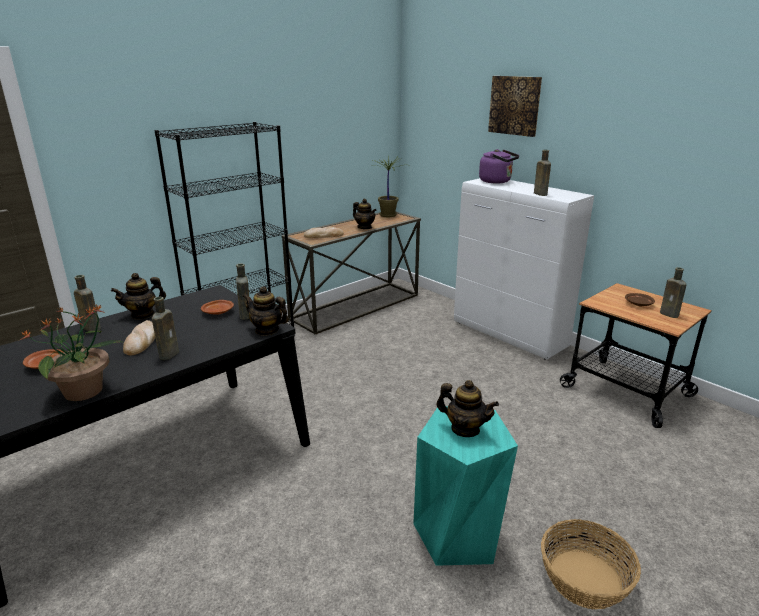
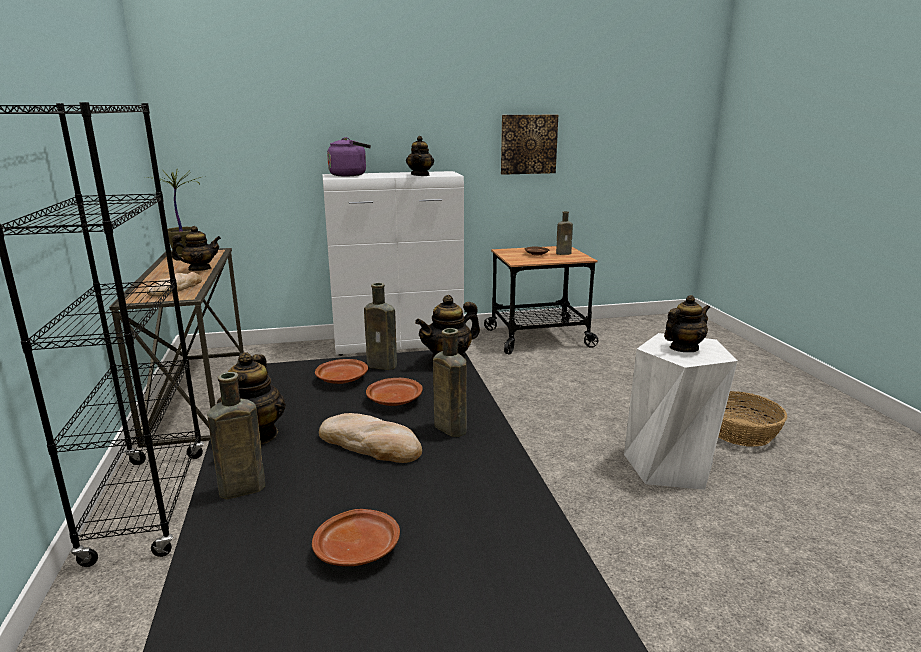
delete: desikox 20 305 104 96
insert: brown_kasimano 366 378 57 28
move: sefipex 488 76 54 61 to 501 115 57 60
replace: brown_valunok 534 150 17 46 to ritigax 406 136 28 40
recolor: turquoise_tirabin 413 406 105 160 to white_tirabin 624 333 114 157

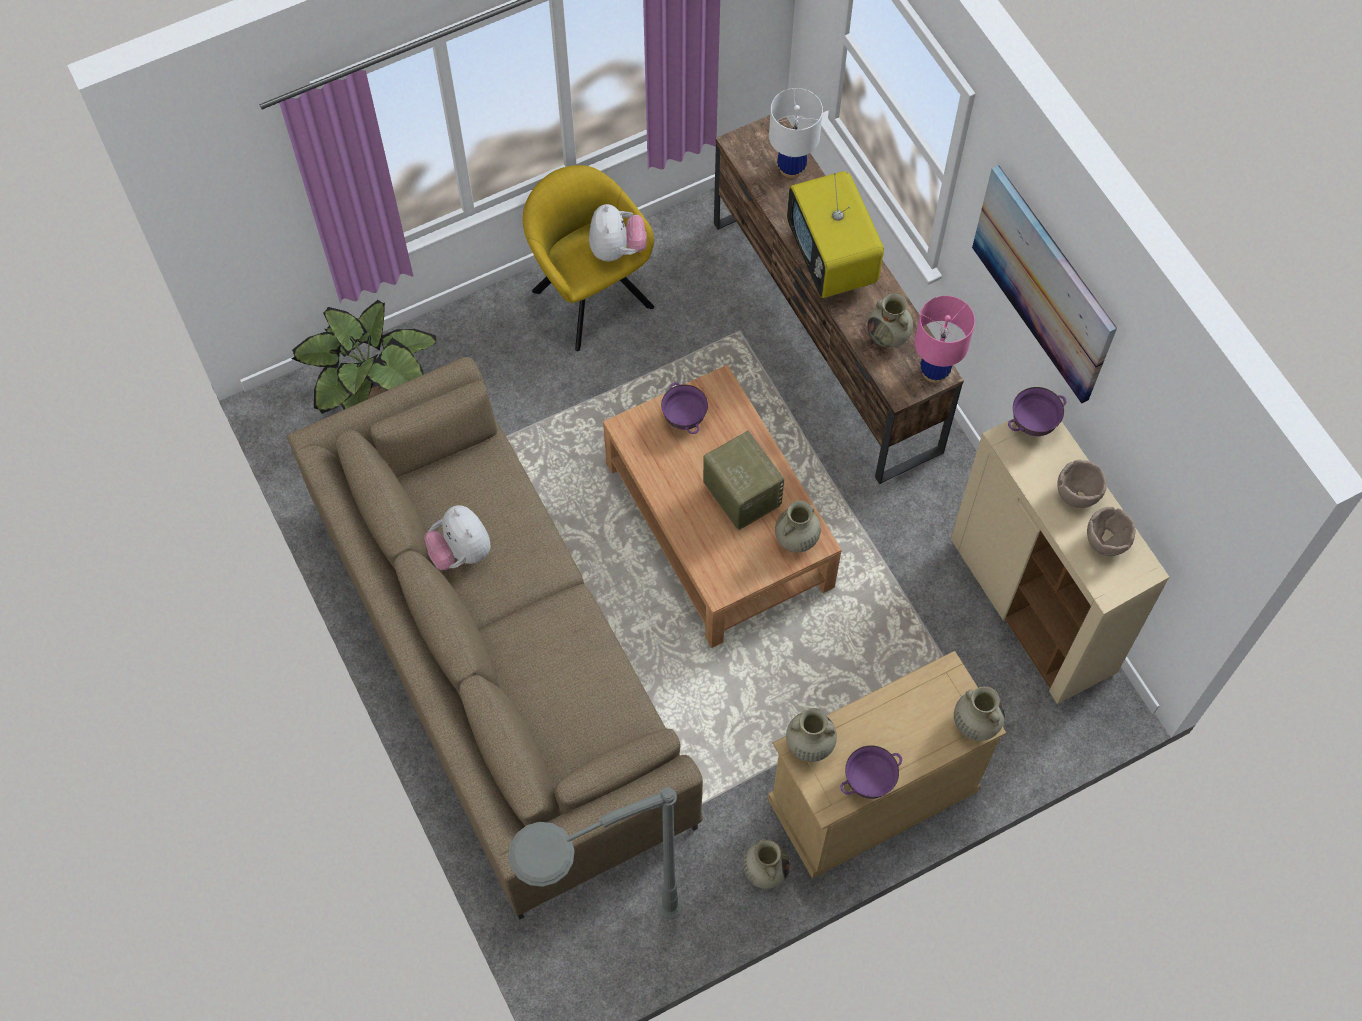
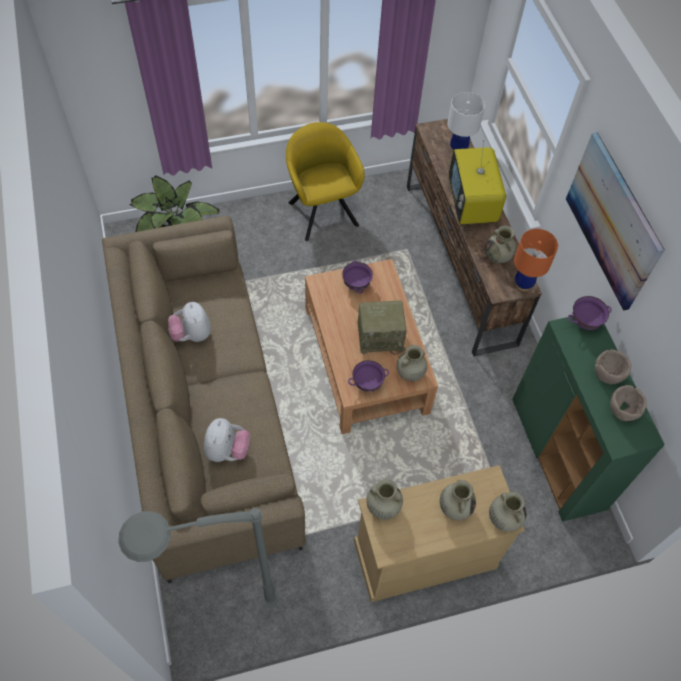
move: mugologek 589 204 58 57 to 204 418 46 44; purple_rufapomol 840 745 62 54 to 348 360 41 32; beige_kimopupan 743 839 47 50 to 440 480 36 40
recolor: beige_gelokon 950 418 219 286 to green_gelokon 512 316 153 206; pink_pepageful 915 296 60 87 to orange_pepageful 514 229 44 62
rotate: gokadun 703 431 81 99 = 358 300 49 55 105 degrees clockwise

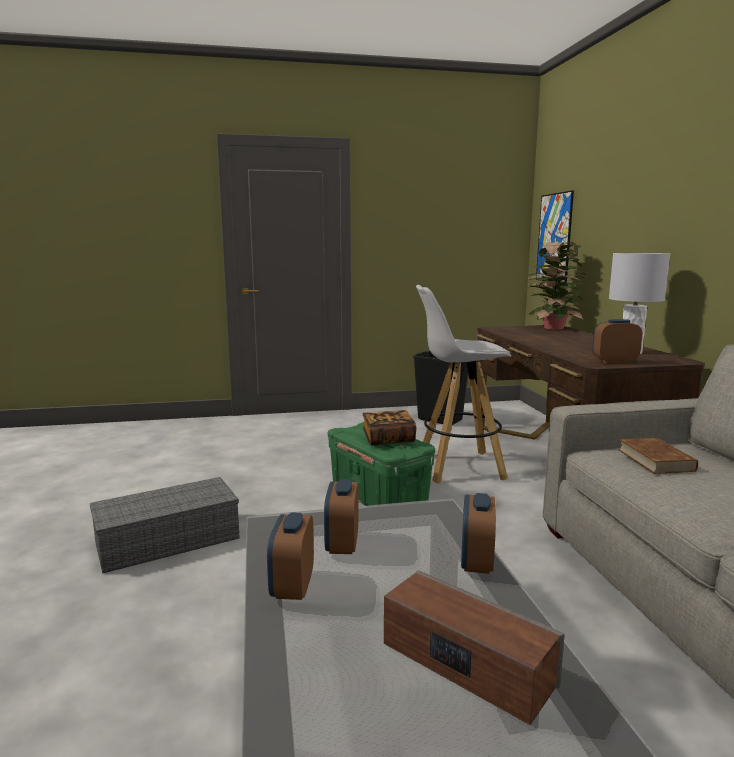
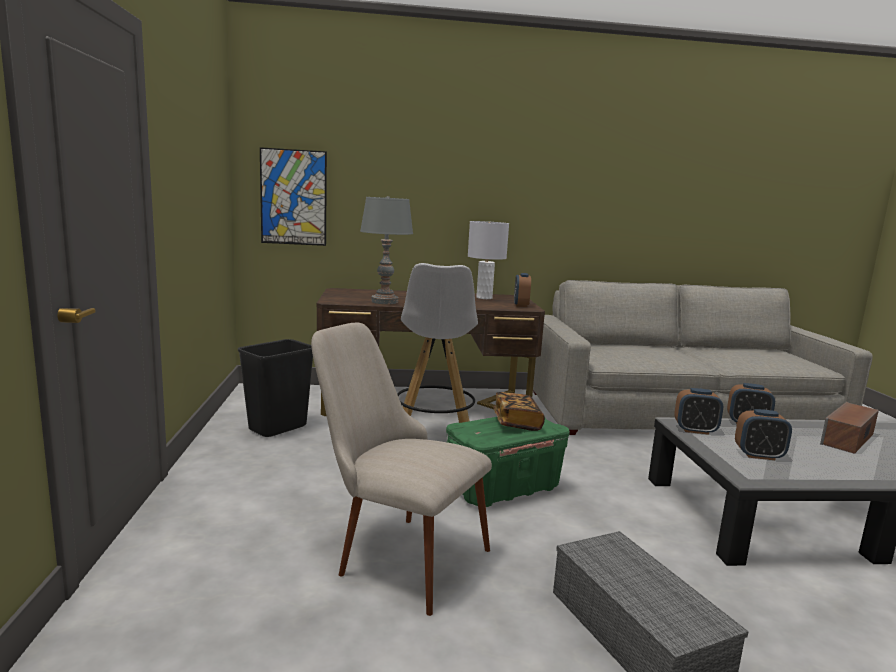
delete: desikox 526 242 61 88; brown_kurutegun 618 438 80 36
insert: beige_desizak 311 323 181 293; grey_pepageful 360 196 53 108
move: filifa 267 513 47 87 to 674 388 49 47

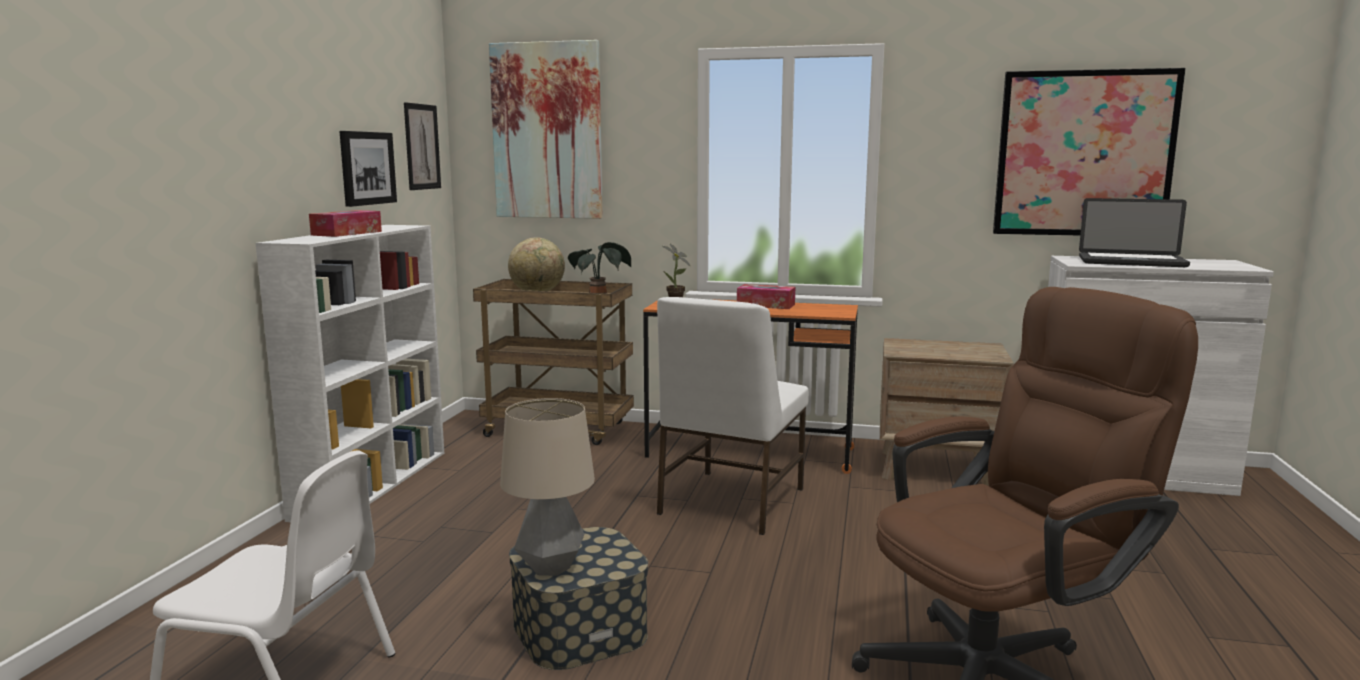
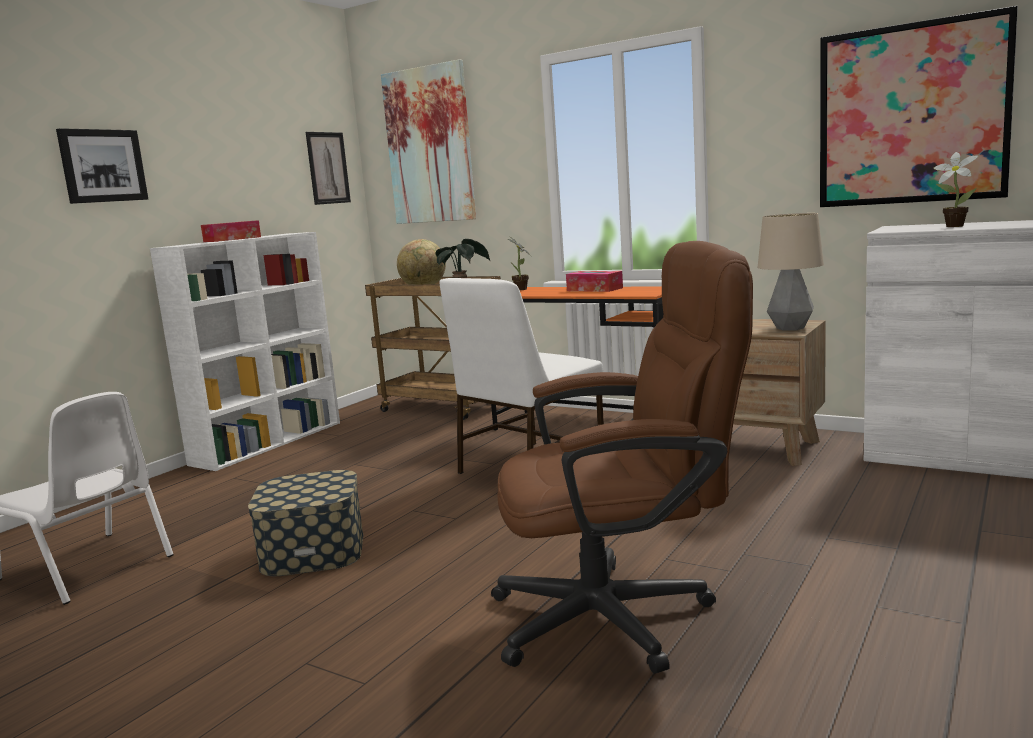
move: sefipex 339 131 58 76 to 56 128 92 76; pepageful 500 398 95 178 to 757 213 67 118
replace: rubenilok 1079 198 111 69 to desikox 934 152 44 75

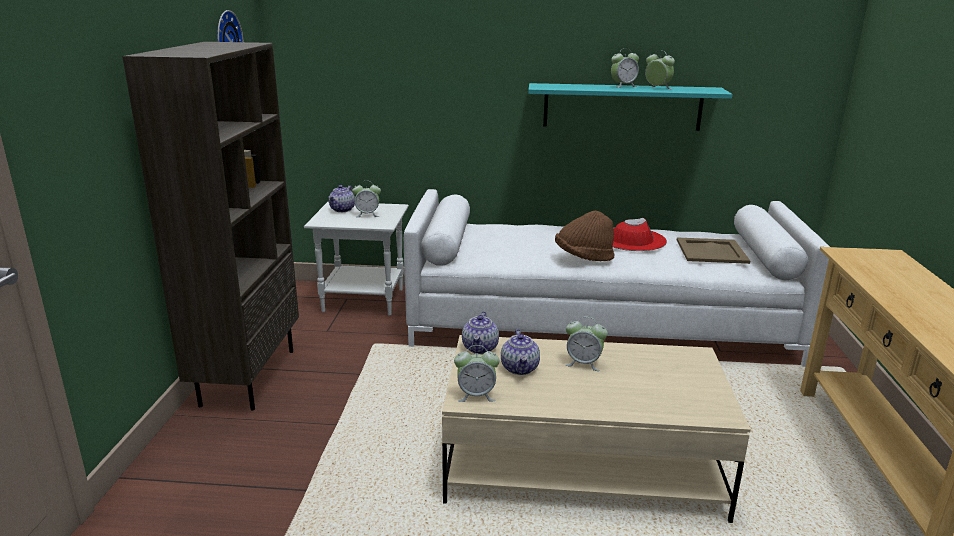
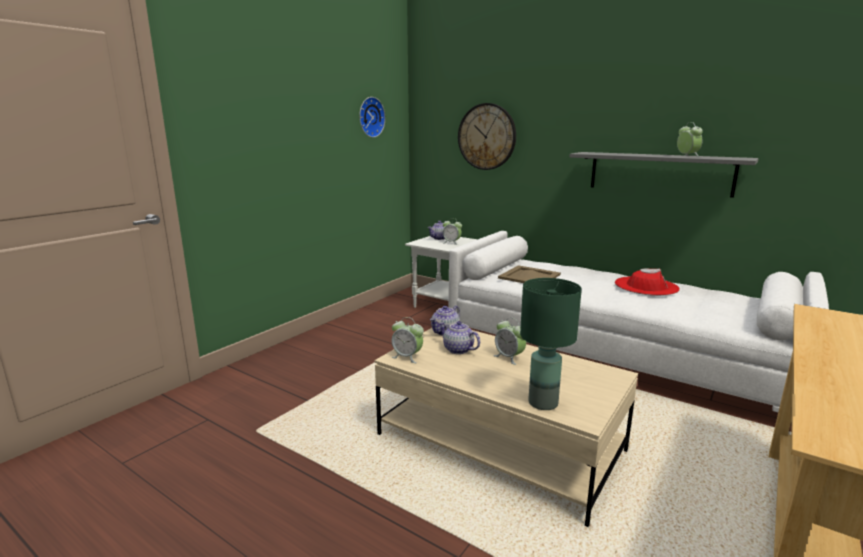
delete: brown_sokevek 122 42 177 368; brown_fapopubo 555 211 60 50; filifa 611 48 28 40
insert: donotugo 458 103 58 67; green_pepageful 520 278 62 132
move: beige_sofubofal 677 237 73 27 to 498 265 63 18
recolor: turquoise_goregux 528 83 205 48 to grey_goregux 569 152 190 46
rotate: ritigax 501 329 39 46 = 439 321 41 33 105 degrees clockwise

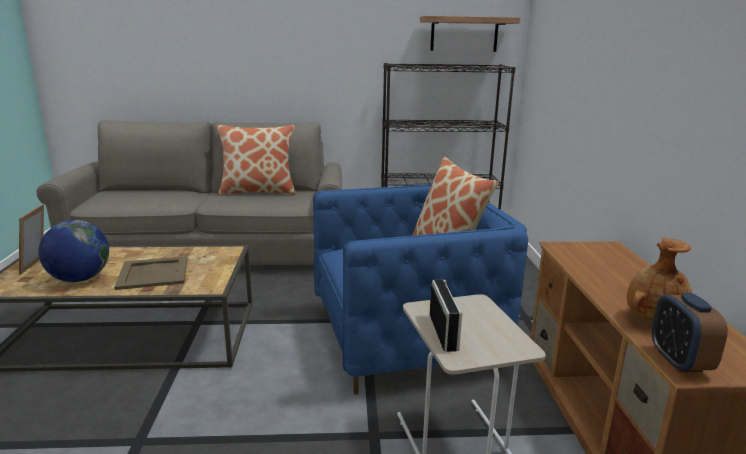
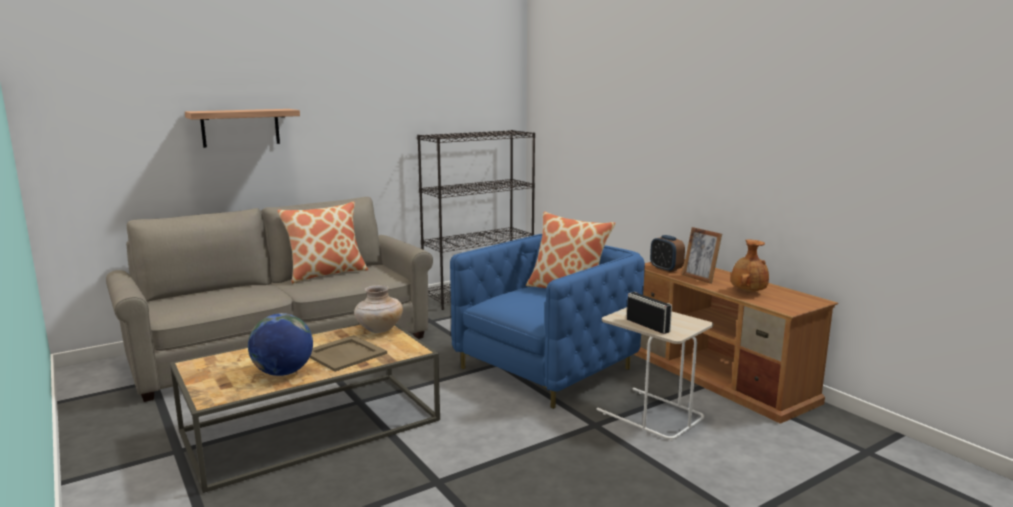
insert: beige_kimopupan 354 285 49 48
move: goregux 420 16 100 36 to 185 109 115 39; filifa 652 293 76 79 to 650 235 35 37; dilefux 19 204 25 71 to 682 227 40 57

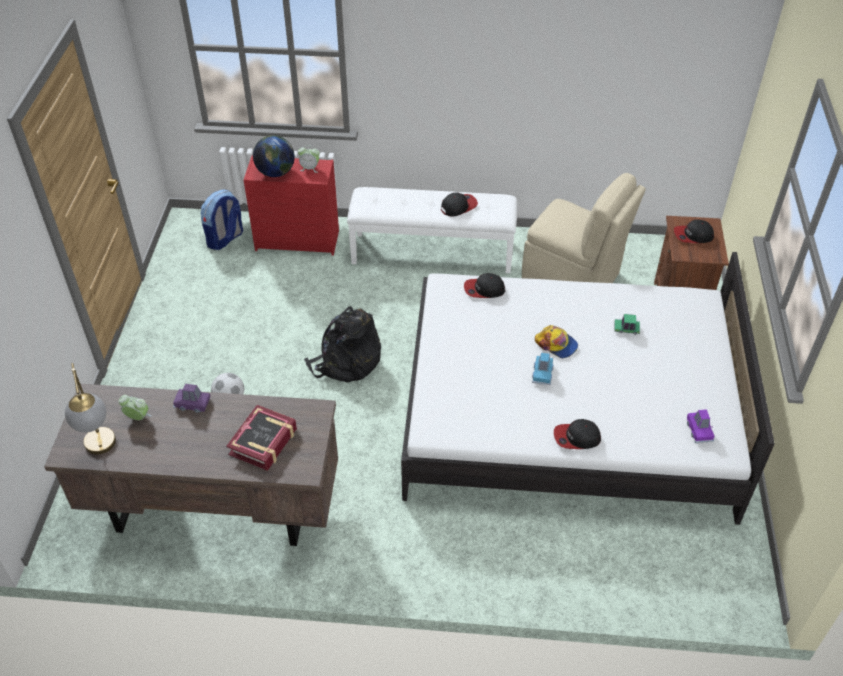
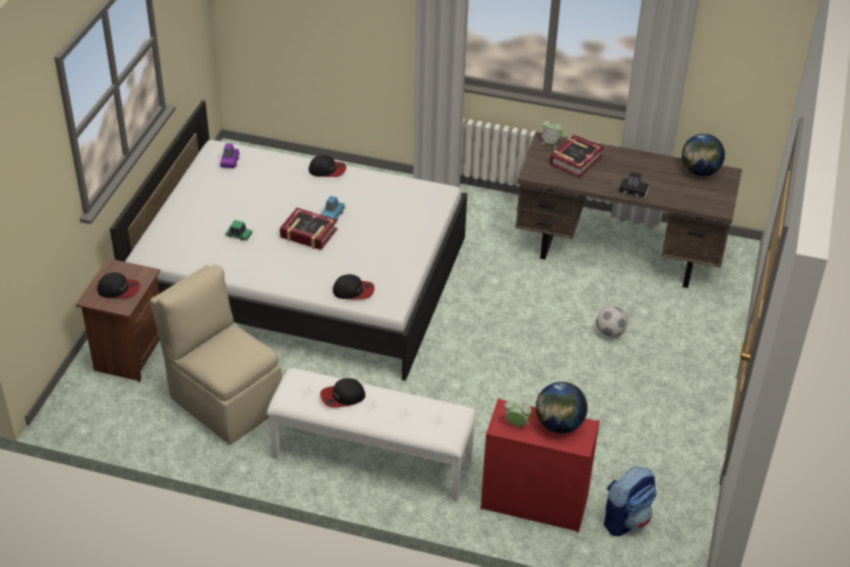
delete: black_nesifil 304 306 77 77
move: filifa 118 395 34 25 to 541 119 22 30
replace: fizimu 535 325 43 33 to kurutegun 280 208 58 42; pepageful 65 363 51 92 to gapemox 682 134 43 42
recolor: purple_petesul 173 384 37 29 to black_petesul 619 172 30 26

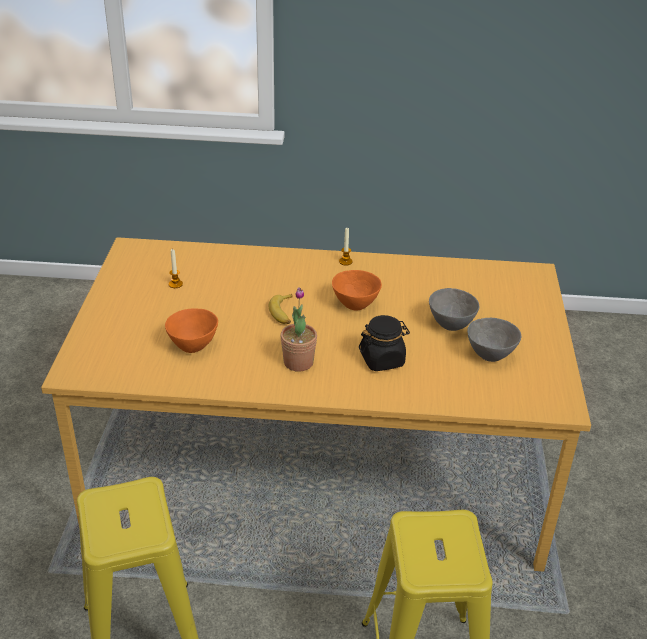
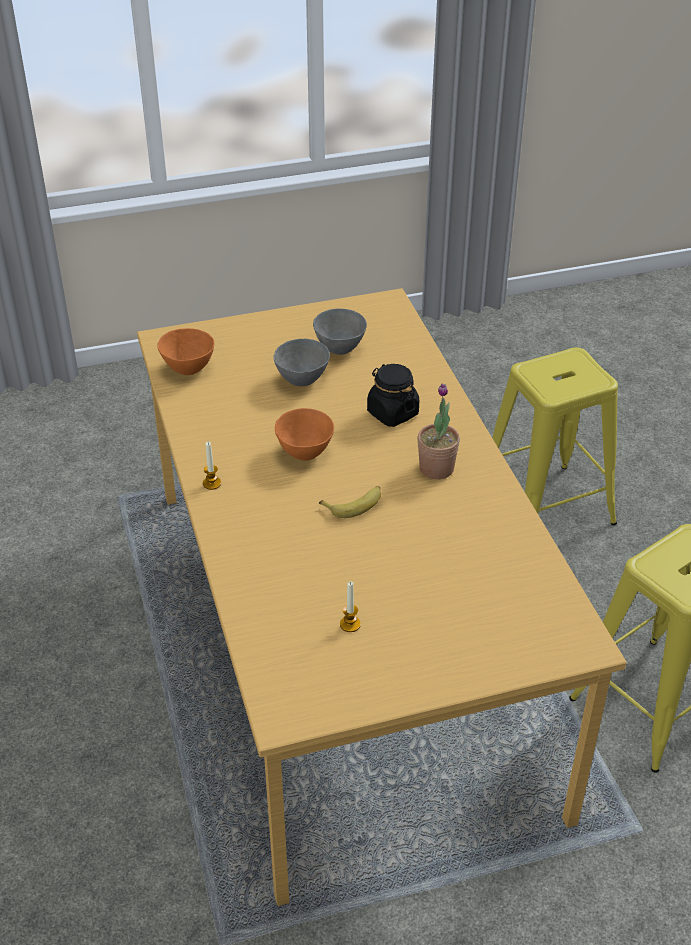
move: orange_rufapomol 165 308 53 45 to 157 328 57 47

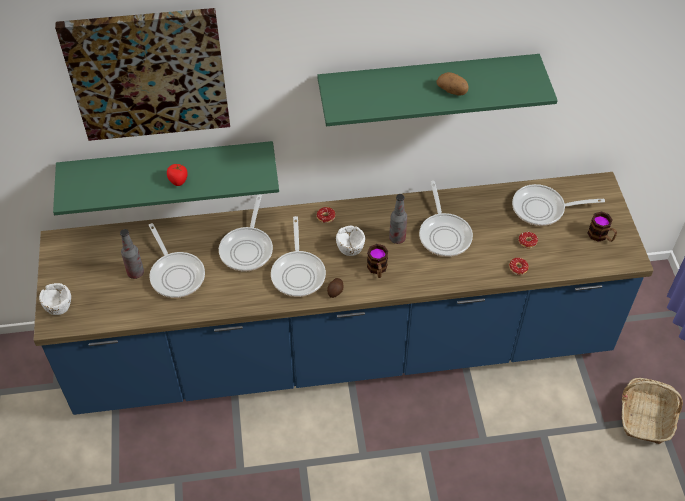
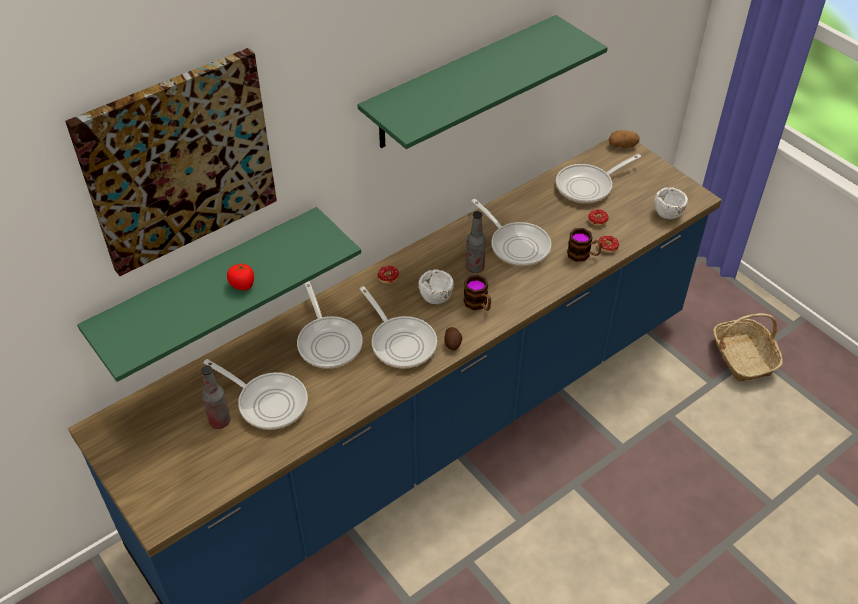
move: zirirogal 587 211 30 31 to 567 228 35 34; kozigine 437 72 31 24 to 609 130 31 18; white_rufapomol 39 283 32 32 to 654 187 34 32

